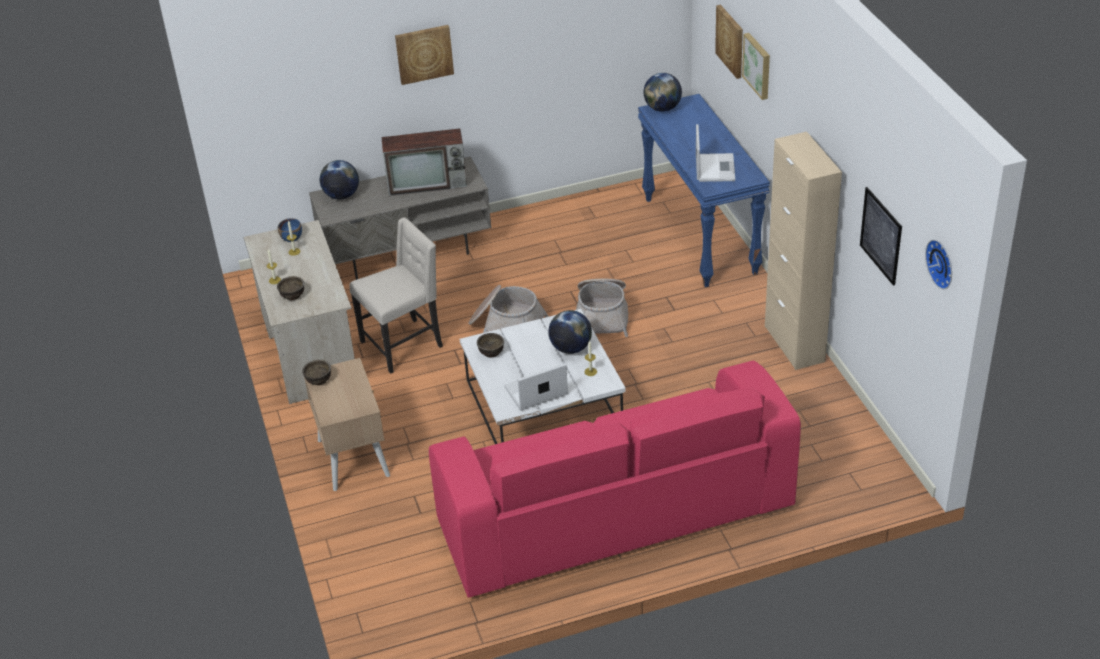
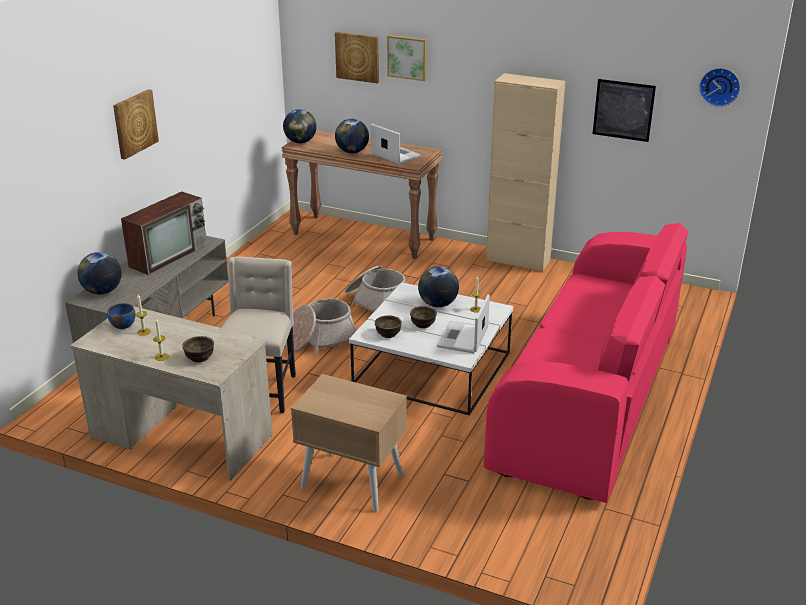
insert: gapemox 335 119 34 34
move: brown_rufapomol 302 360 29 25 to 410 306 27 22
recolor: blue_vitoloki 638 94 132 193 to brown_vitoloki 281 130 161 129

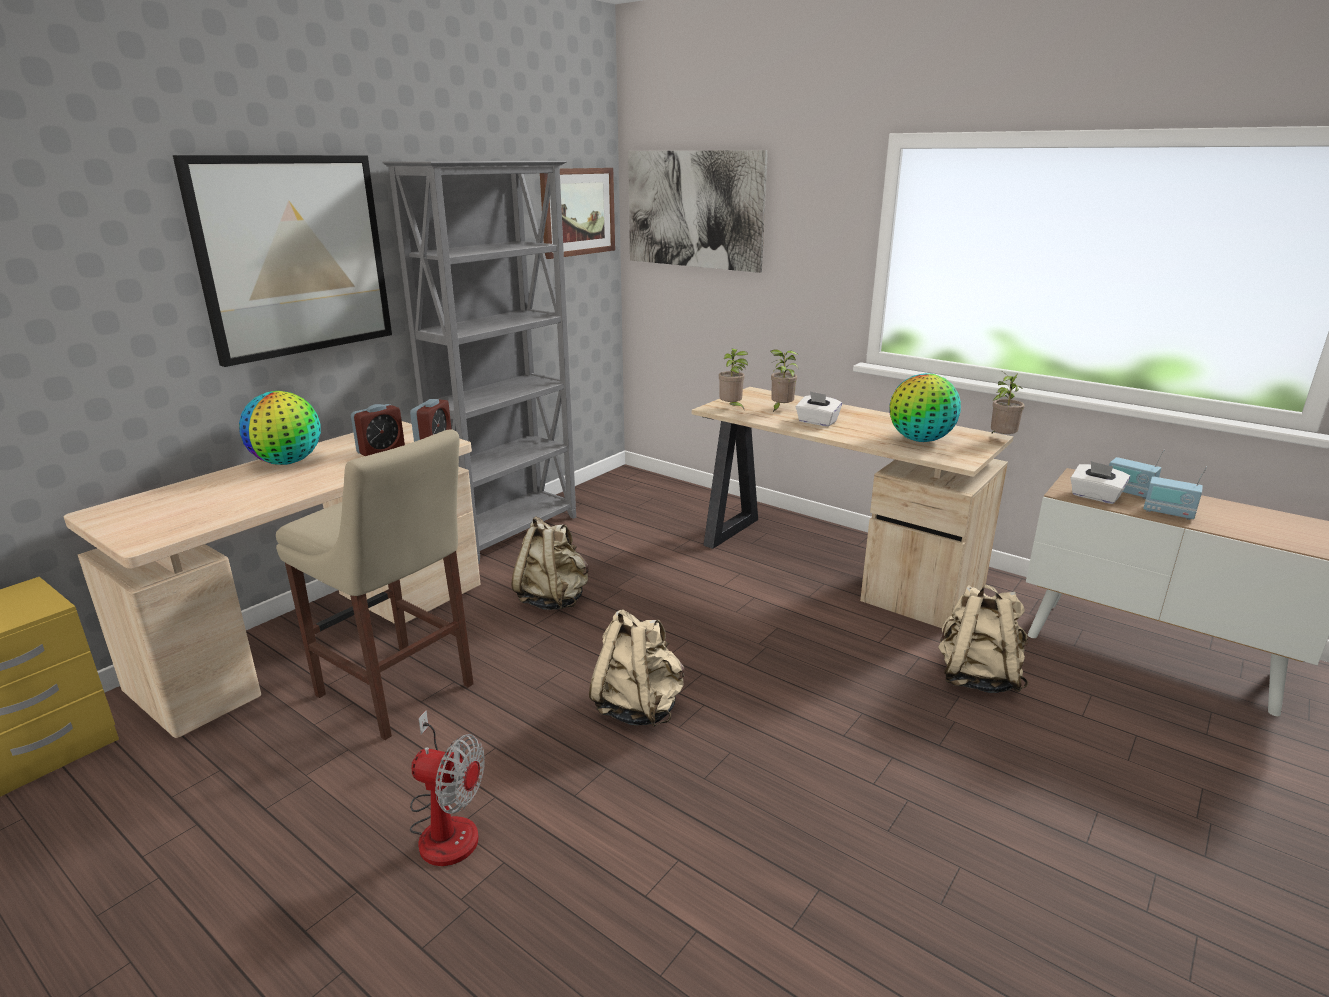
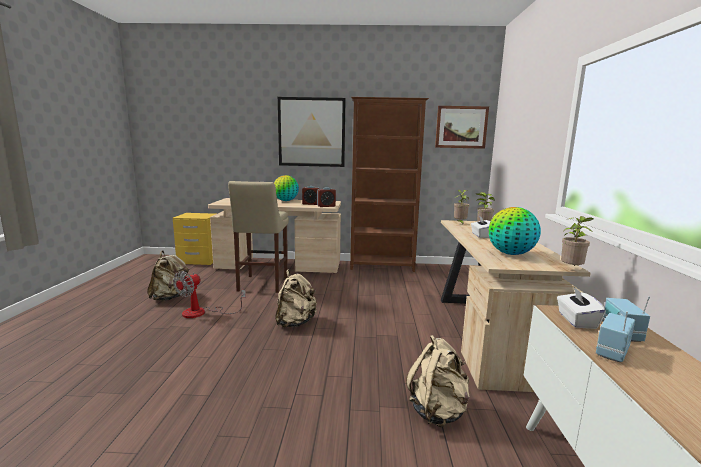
delete: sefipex 628 150 140 123
move: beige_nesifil 512 516 76 94 to 147 251 43 50
recolor: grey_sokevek 383 161 193 403 to brown_sokevek 350 97 79 175
rotate: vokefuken 410 710 75 156 = 173 271 73 47 45 degrees clockwise; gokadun 1143 467 64 53 = 596 311 39 51 45 degrees clockwise

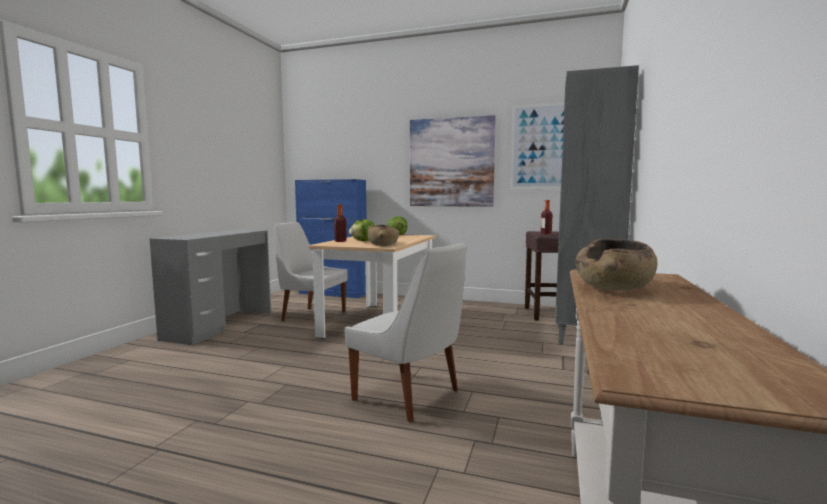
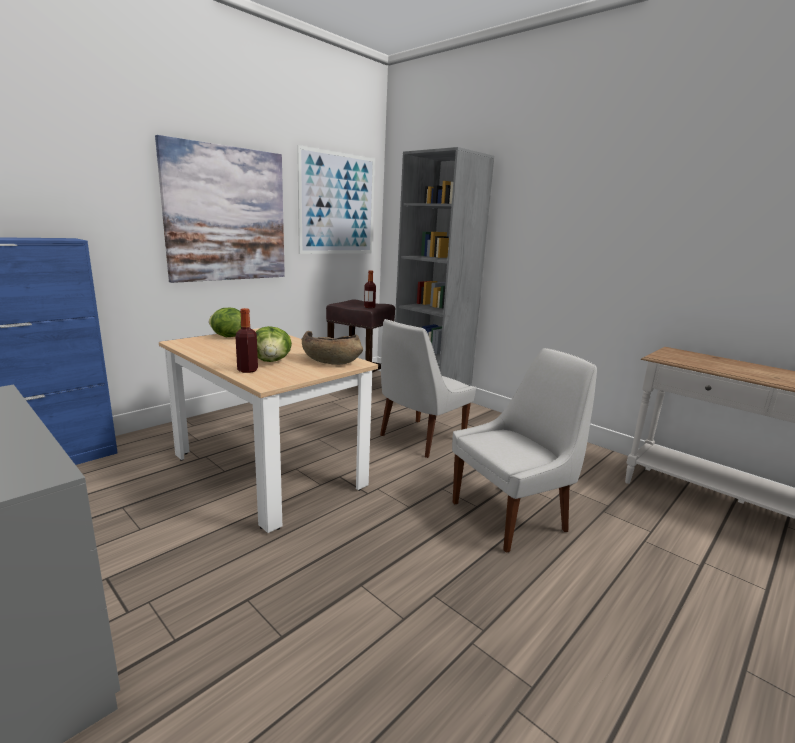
delete: brown_rufapomol 575 239 83 51
move: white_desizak 274 222 74 99 to 380 319 96 139

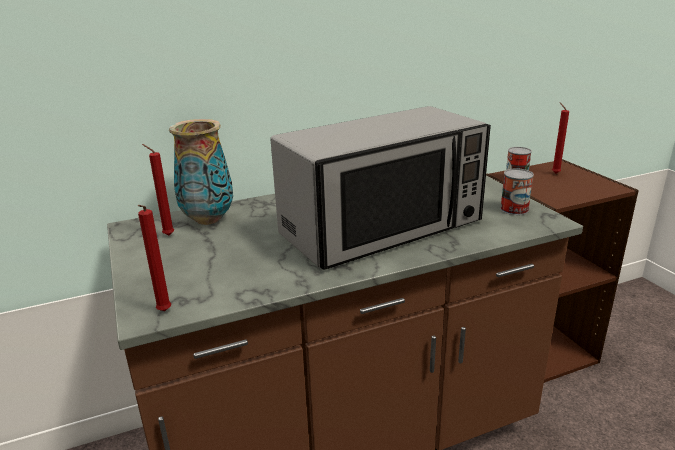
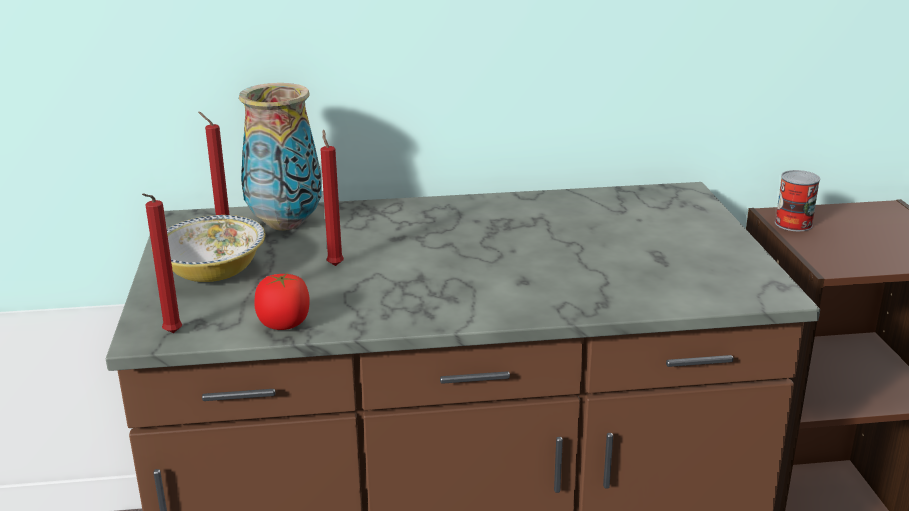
delete: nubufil 270 106 221 164; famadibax 500 168 34 47
insert: rufapomol 152 215 113 67; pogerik 254 273 56 57
move: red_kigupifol 552 102 17 71 to 320 130 24 136

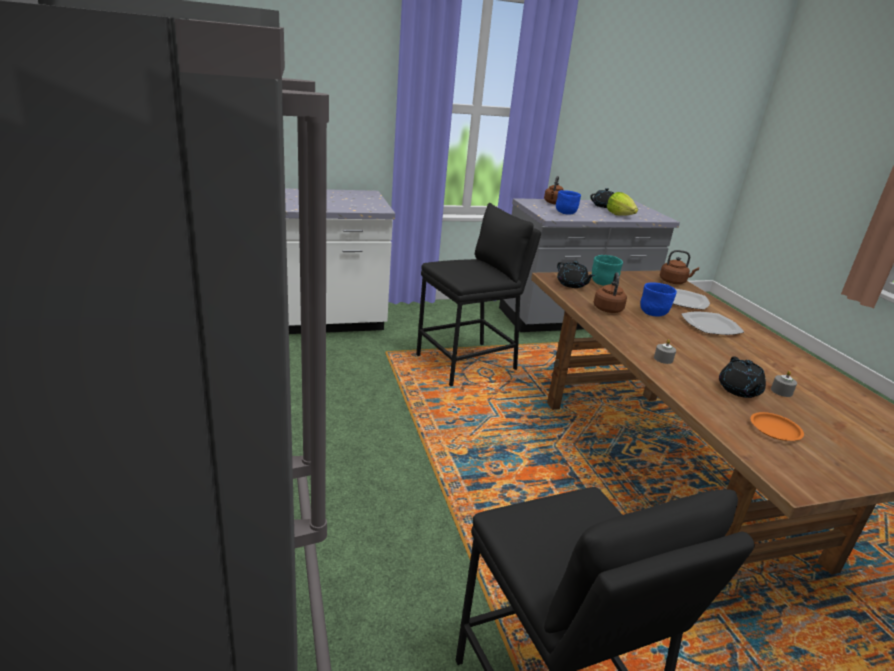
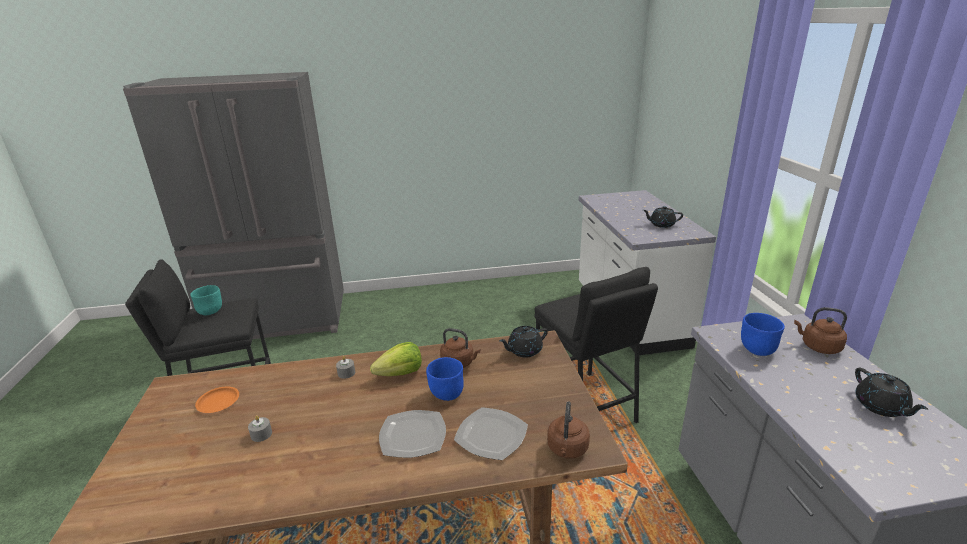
move: turquoise_rufapomol 592 255 31 31 to 190 285 32 30; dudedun 607 192 31 24 to 370 342 52 34; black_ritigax 719 356 47 42 to 643 206 40 22

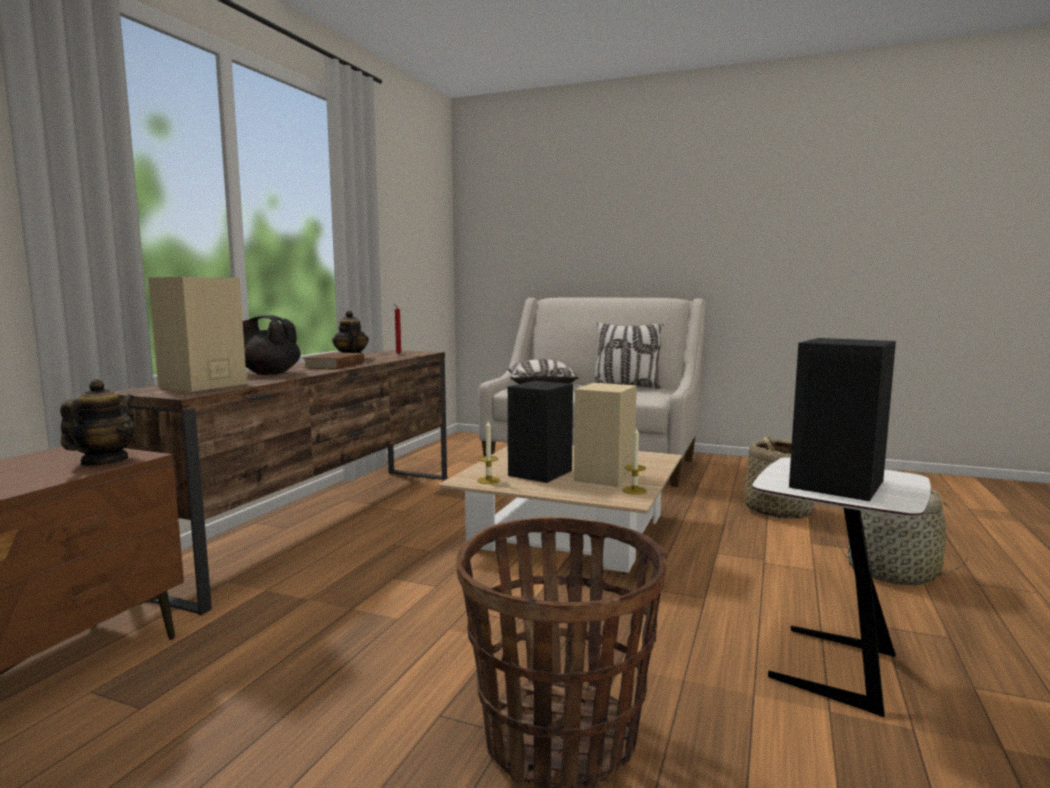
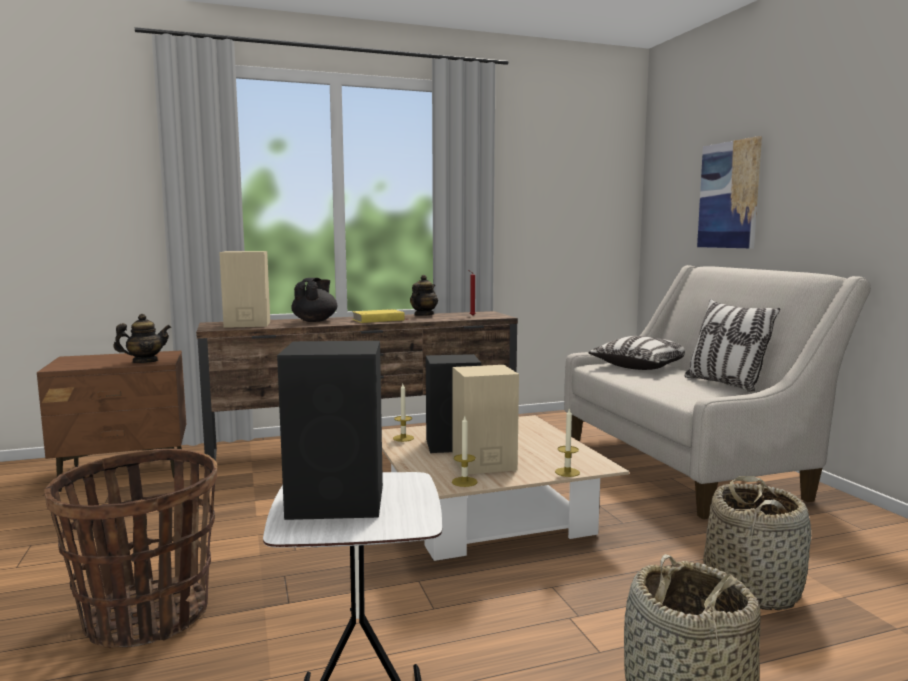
insert: kigupifol 555 409 25 68; sefipex 697 136 65 112
recolor: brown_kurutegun 304 353 60 16 to yellow_kurutegun 352 309 57 14
rotate: black_ritigax 243 315 57 60 = 291 278 46 44 45 degrees clockwise

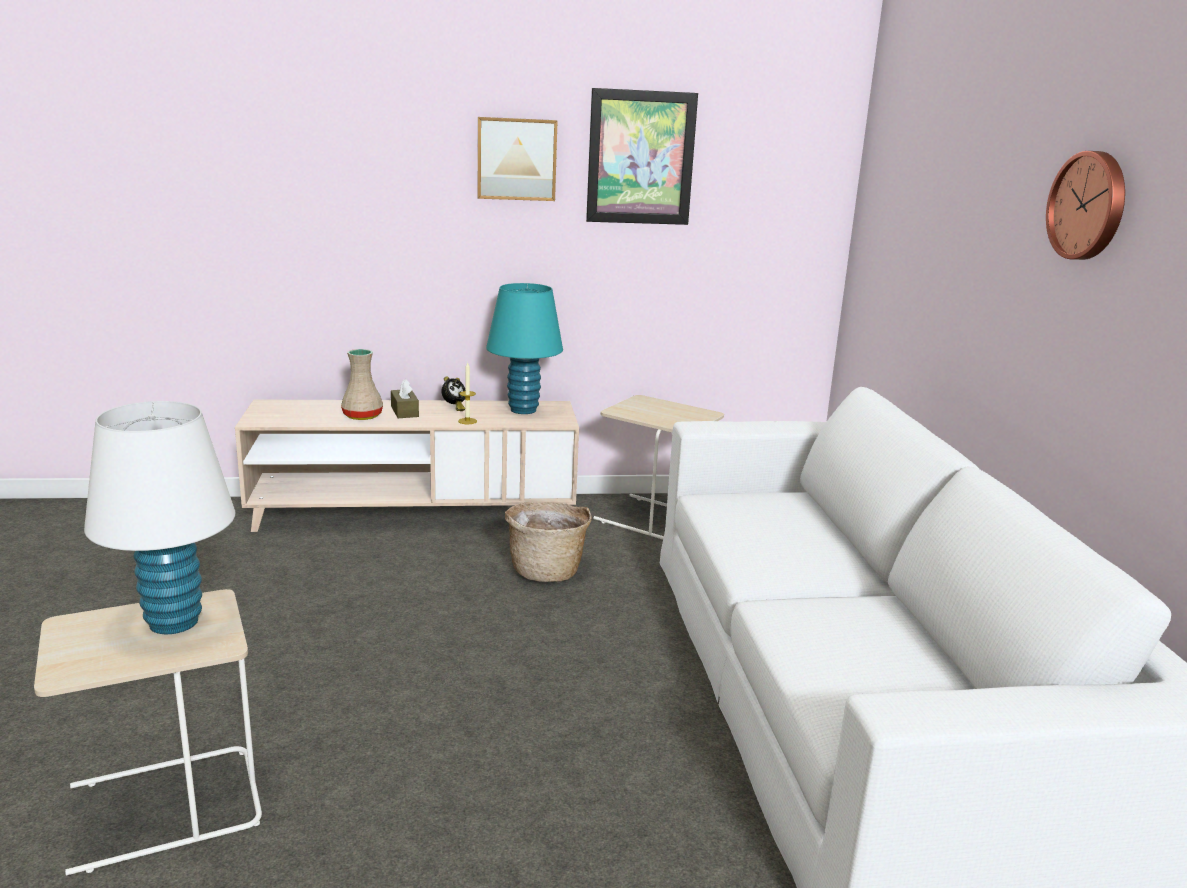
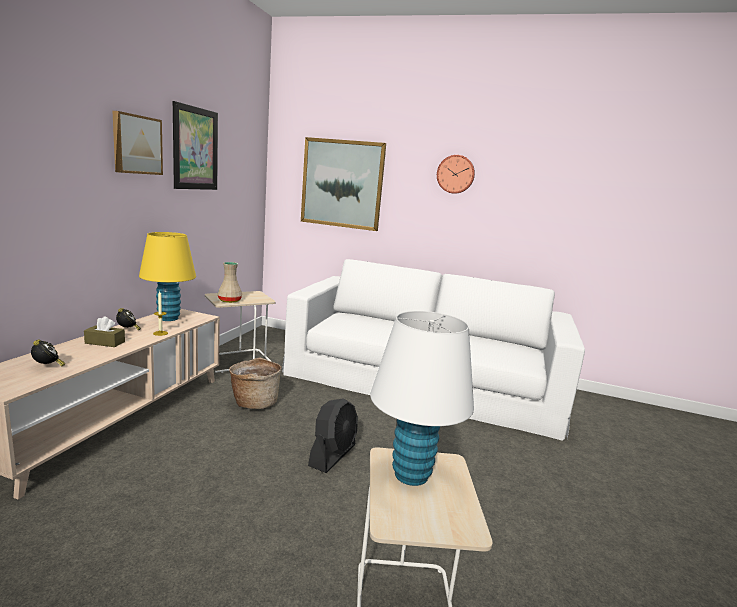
insert: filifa 31 339 34 27; sefipex 301 137 85 94; black_vokefuken 308 398 50 75
move: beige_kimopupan 341 349 42 71 to 218 262 24 41
recolor: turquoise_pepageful 486 283 77 131 to yellow_pepageful 139 232 57 89

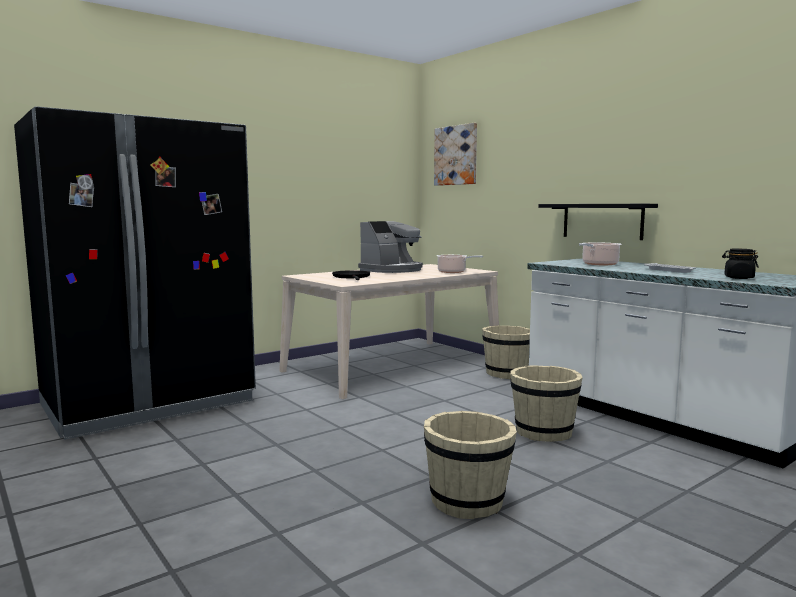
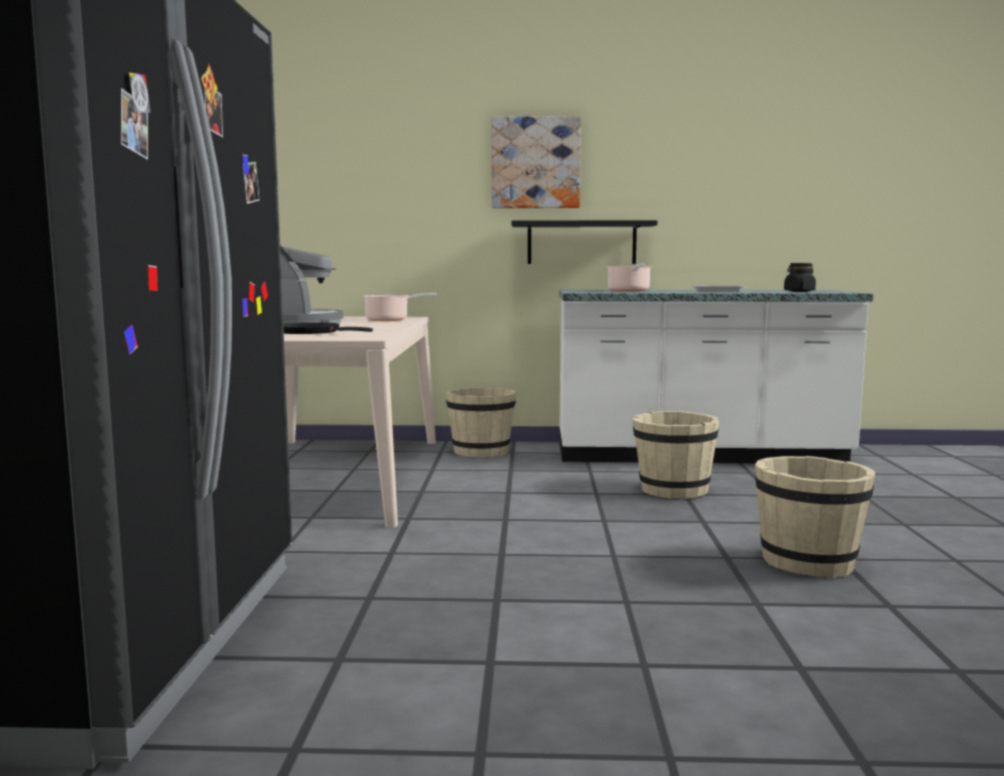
move: sefipex 434 123 43 63 to 492 116 89 92

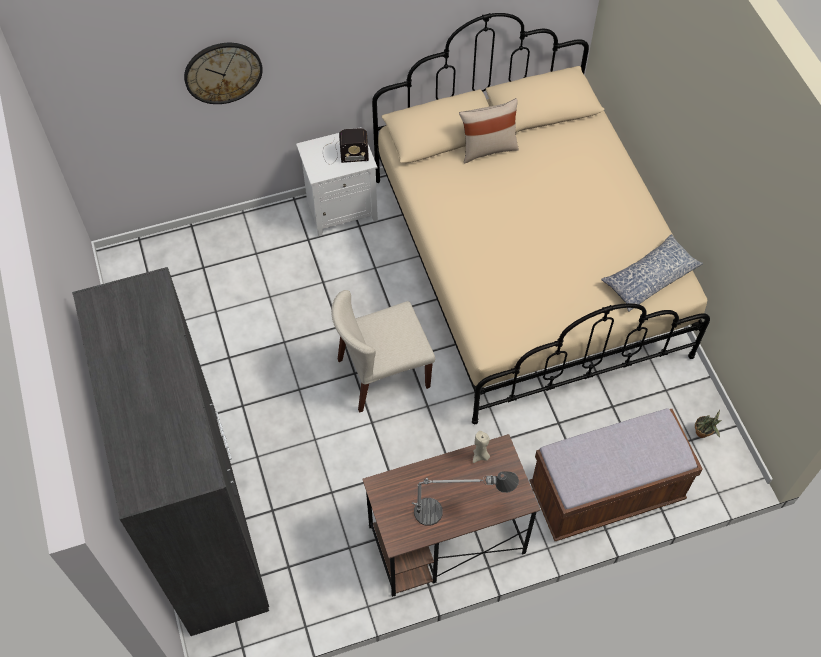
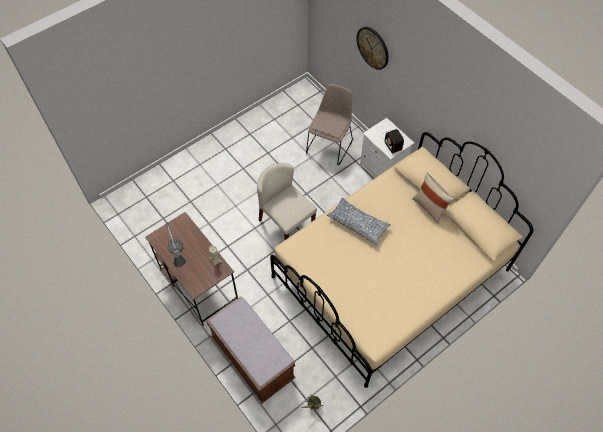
delete: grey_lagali 72 267 197 369
insert: beige_desizak 306 84 47 81
move: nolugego 601 234 102 77 to 326 197 65 48

